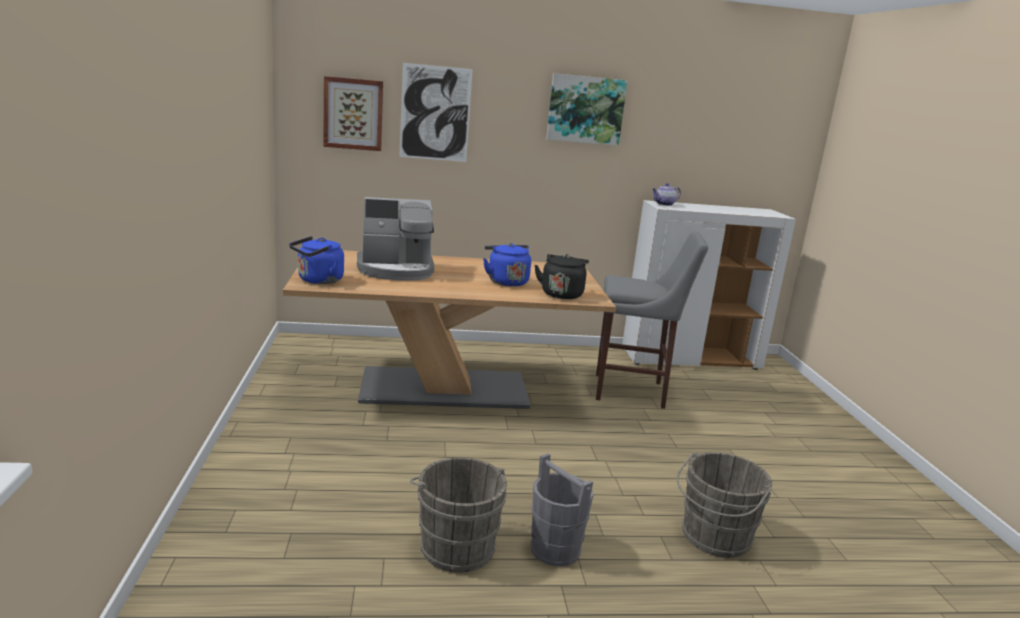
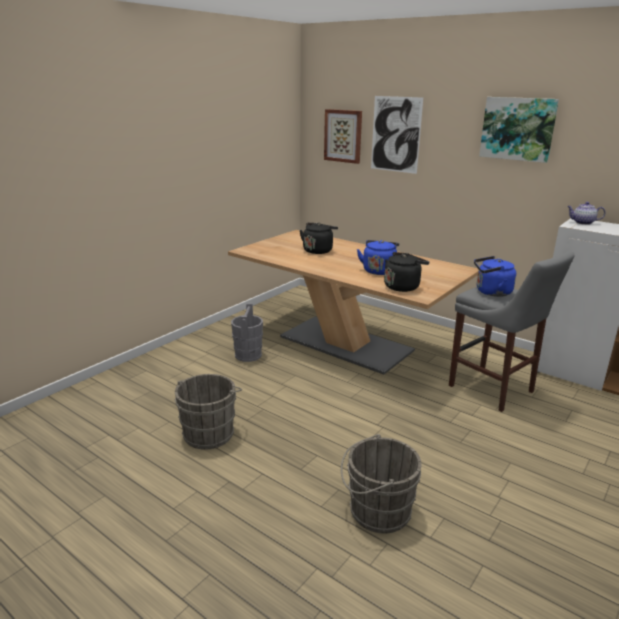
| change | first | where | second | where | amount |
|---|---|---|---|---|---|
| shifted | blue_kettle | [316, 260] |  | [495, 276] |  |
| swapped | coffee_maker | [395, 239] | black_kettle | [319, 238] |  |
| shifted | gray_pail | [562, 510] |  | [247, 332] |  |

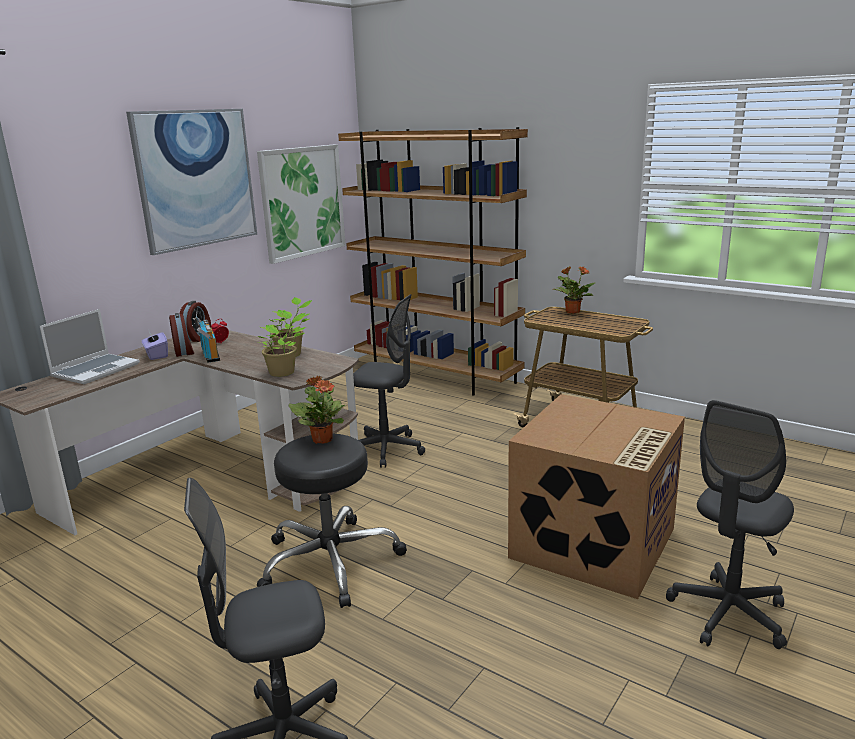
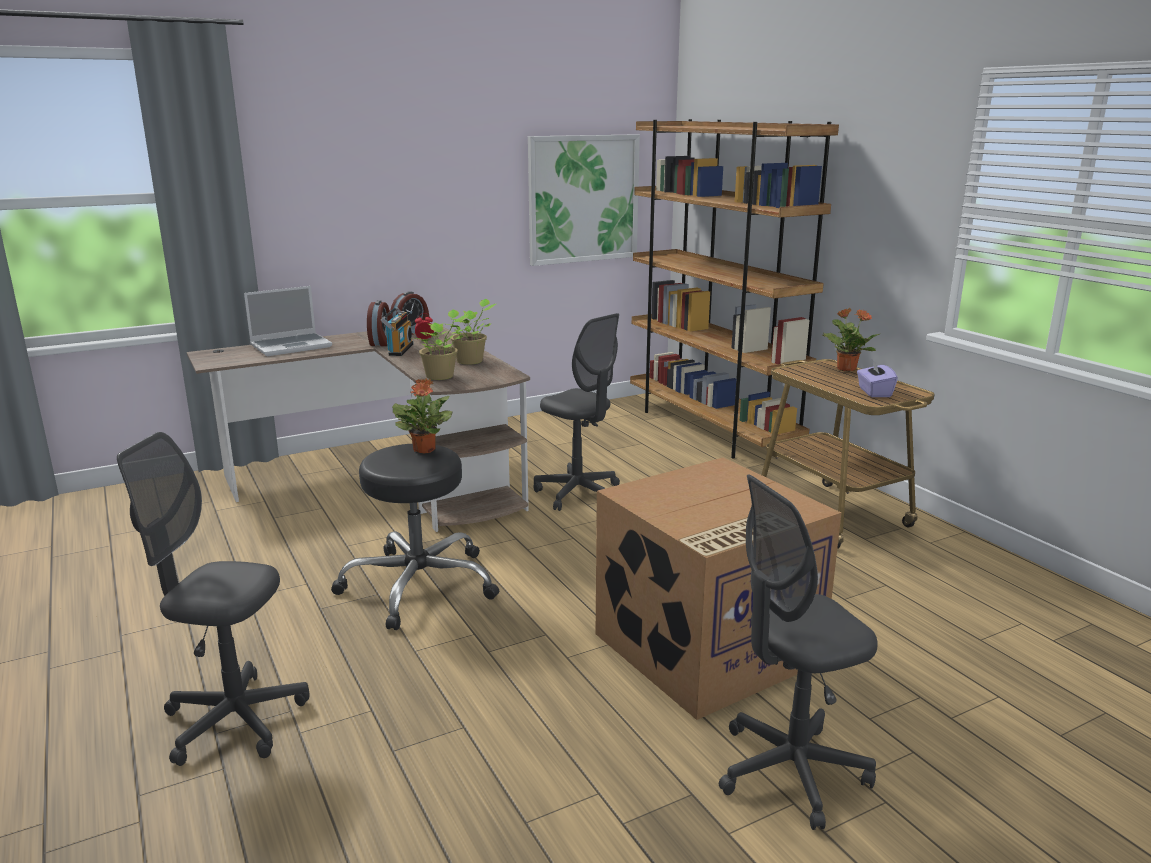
| change | first | where | second | where | amount |
|---|---|---|---|---|---|
| gone | picture | [191, 182] |  |  |  |
| shifted | purple_tissue_box | [155, 344] |  | [877, 378] |  |

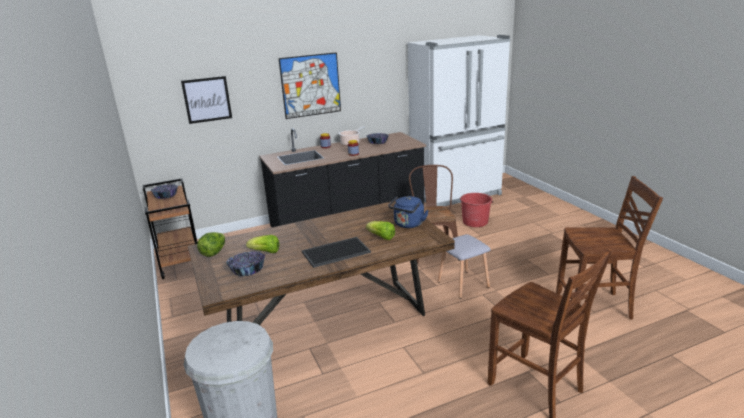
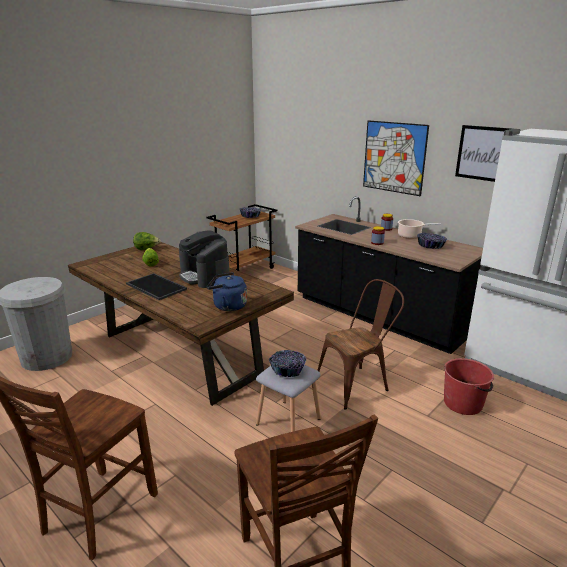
| change | first | where | second | where | amount |
|---|---|---|---|---|---|
| shifted | picture | [206, 100] |  | [483, 153] |  |
| shifted | bowl | [245, 263] |  | [288, 363] |  |
| gone | lettuce | [380, 230] |  |  |  |
| new |  |  | coffee_maker | [204, 259] |  |

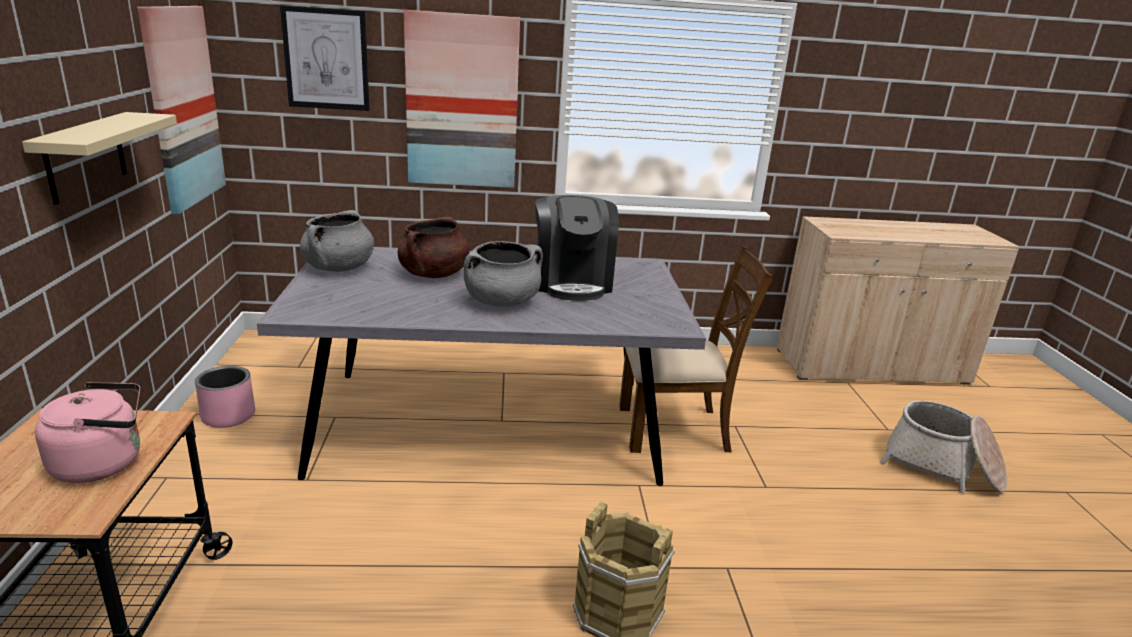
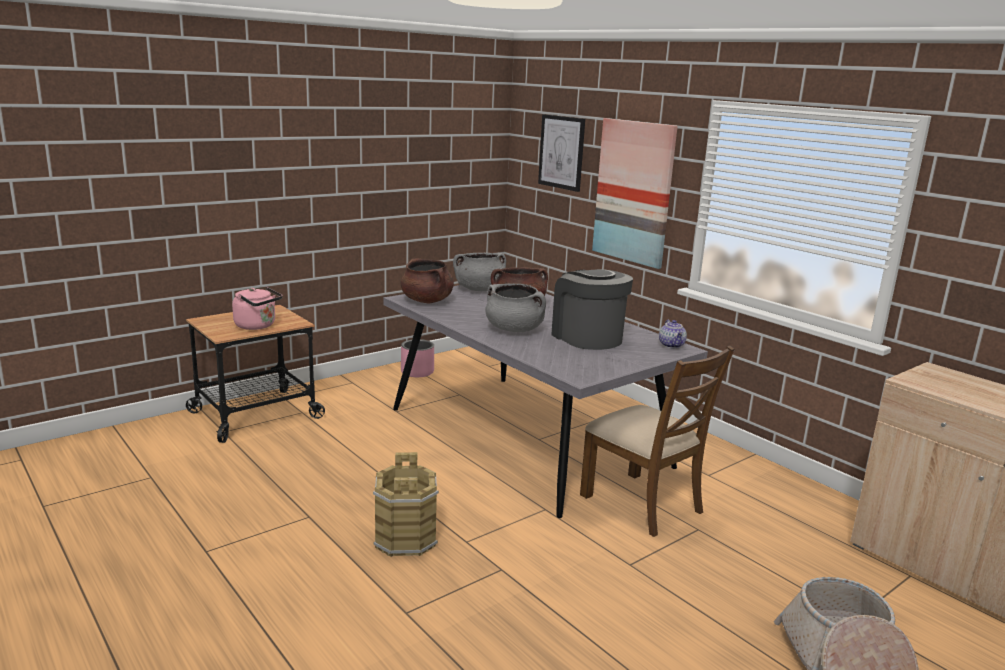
| change | first | where | second | where | amount |
|---|---|---|---|---|---|
| gone | sand-coloured_wall_shelf | [99, 158] |  |  |  |
| gone | picture | [181, 110] |  |  |  |
| rotated | coffee_maker | [577, 248] |  | [592, 309] | 105 degrees clockwise |
| new |  |  | brown-coloured_saucepot | [427, 281] |  |
| new |  |  | pot_for_tea | [673, 334] |  |

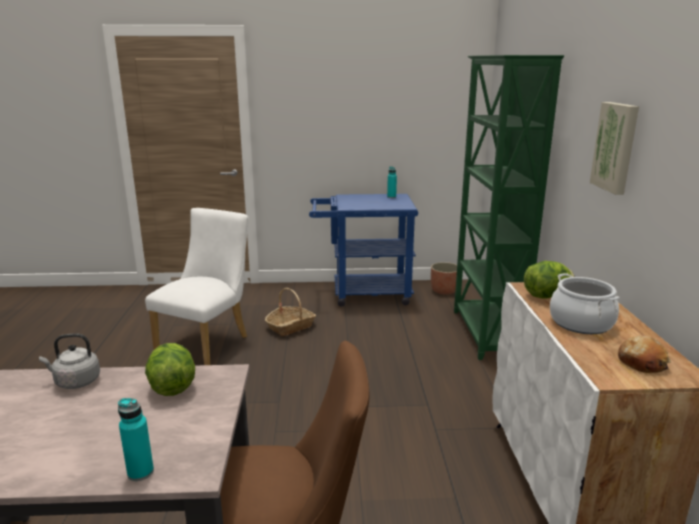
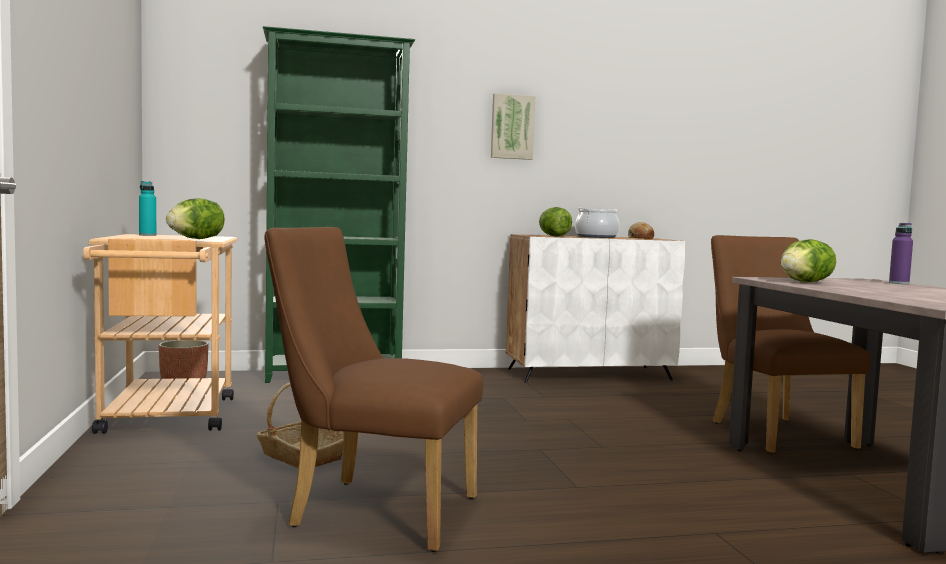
| change | first | where | second | where | amount |
|---|---|---|---|---|---|
| gone | gray_kettle | [69, 361] |  |  |  |
| repainted | turquoise_bottle | [136, 439] | purple_bottle | [901, 253] |  |
| repainted | whitish_plain_chair | [196, 286] | brown-coloured_plain_chair | [373, 389] |  |
| repainted | blue_cart | [363, 250] | sand-coloured_cart | [160, 334] |  |
| new |  |  | lettuce | [195, 218] |  |

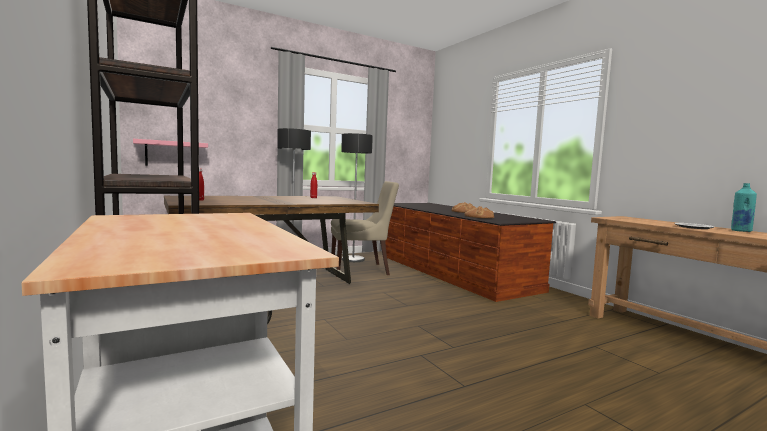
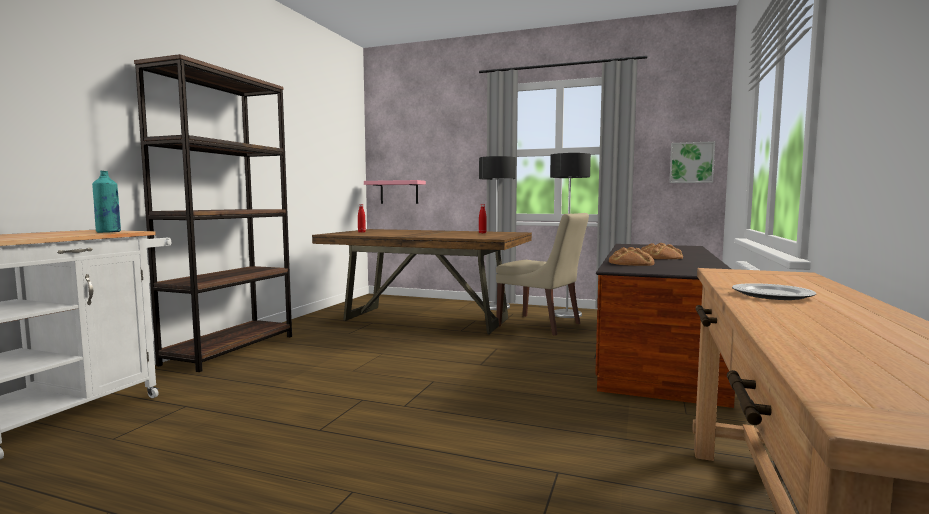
| change | first | where | second | where | amount |
|---|---|---|---|---|---|
| shifted | turquoise_bottle | [744, 207] |  | [106, 202] |  |
| new |  |  | picture | [692, 162] |  |

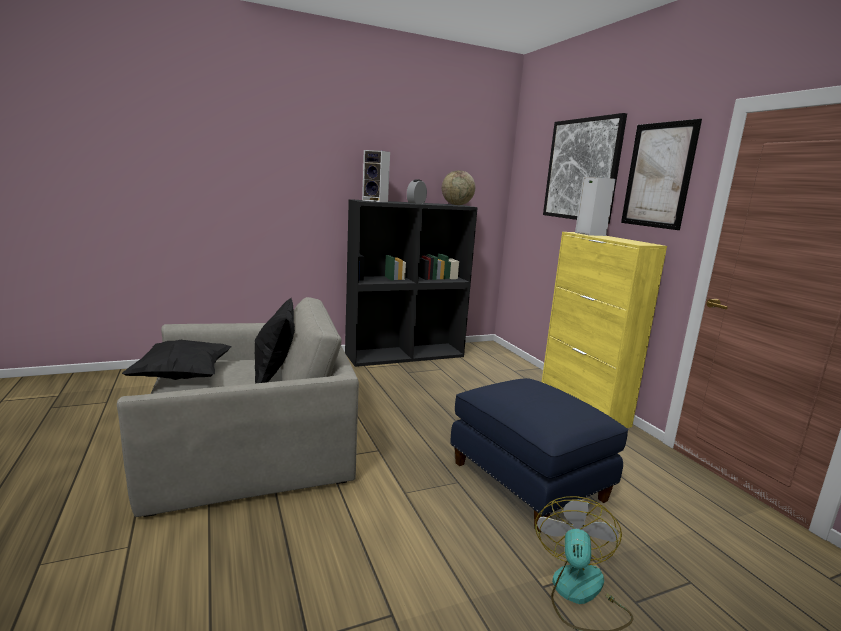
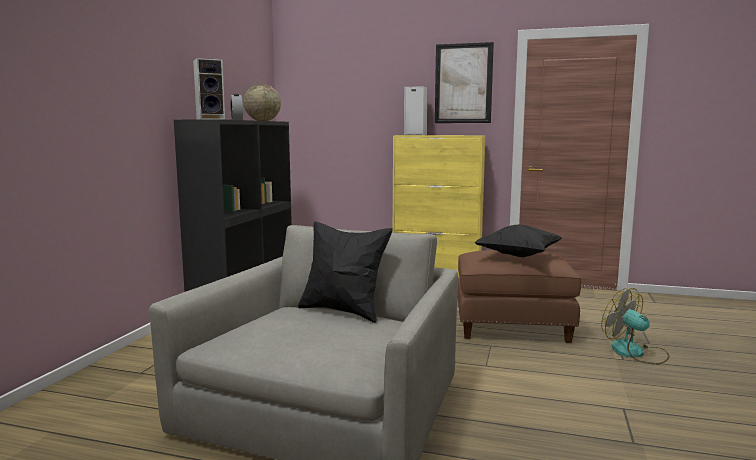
| change | first | where | second | where | amount |
|---|---|---|---|---|---|
| shifted | black_cushion | [177, 360] |  | [518, 240] |  |
| repainted | blue_pouffe | [539, 455] | brown-coloured_pouffe | [519, 296] |  |
| gone | picture | [585, 168] |  |  |  |

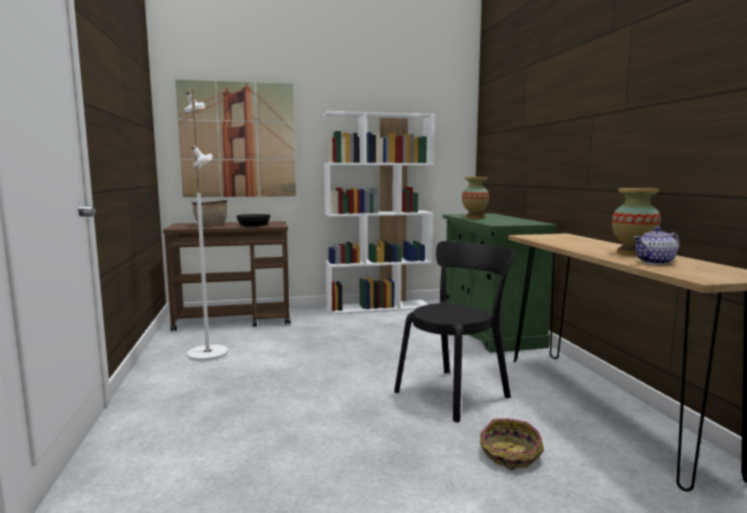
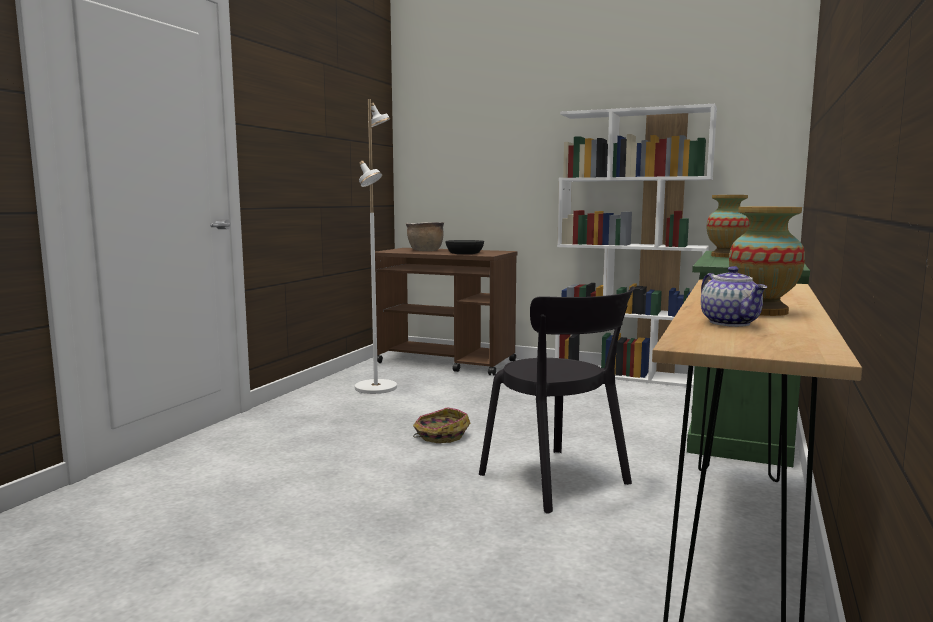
| change | first | where | second | where | amount |
|---|---|---|---|---|---|
| gone | picture | [235, 138] |  |  |  |
| rotated | black_plain_chair | [454, 332] |  | [557, 400] | 60 degrees clockwise |
| shifted | household_basket | [512, 444] |  | [441, 425] |  |
| rotated | pot_for_tea | [656, 246] |  | [734, 296] | 120 degrees counterclockwise |

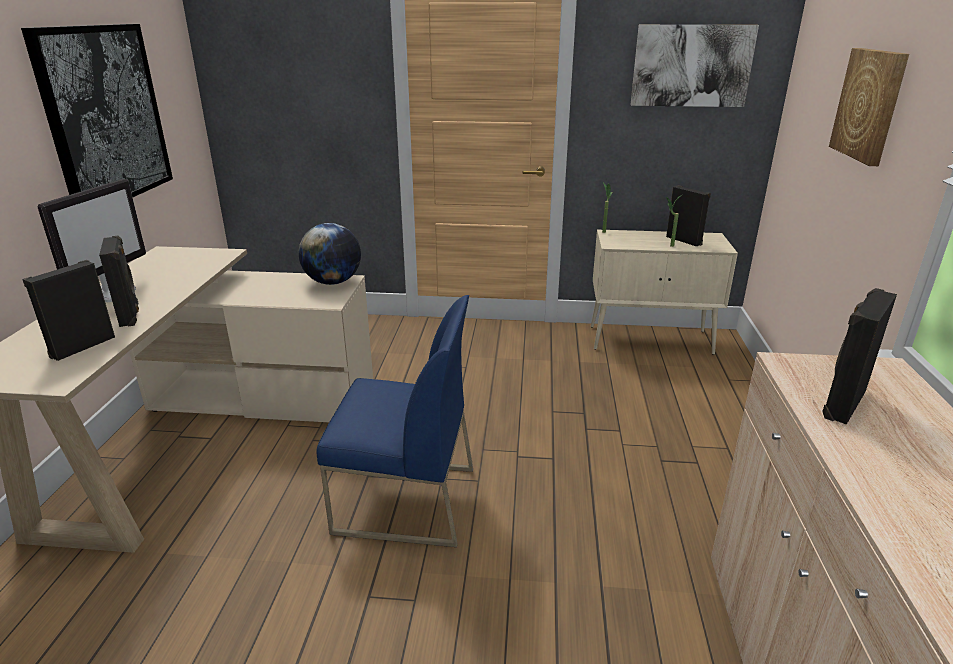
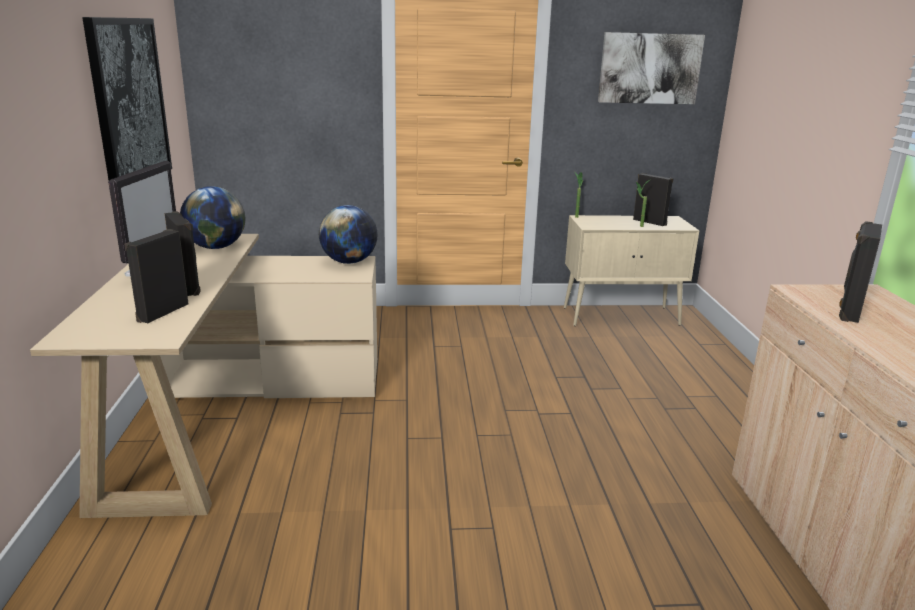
| change | first | where | second | where | amount |
|---|---|---|---|---|---|
| gone | blue_plain_chair | [394, 421] |  |  |  |
| gone | picture | [869, 107] |  |  |  |
| new |  |  | world_globe | [212, 217] |  |

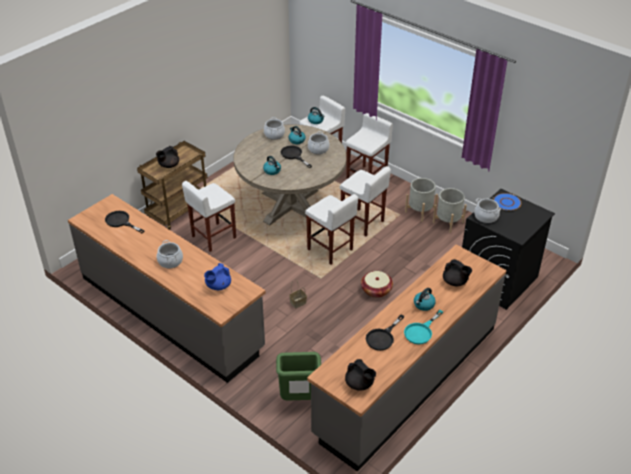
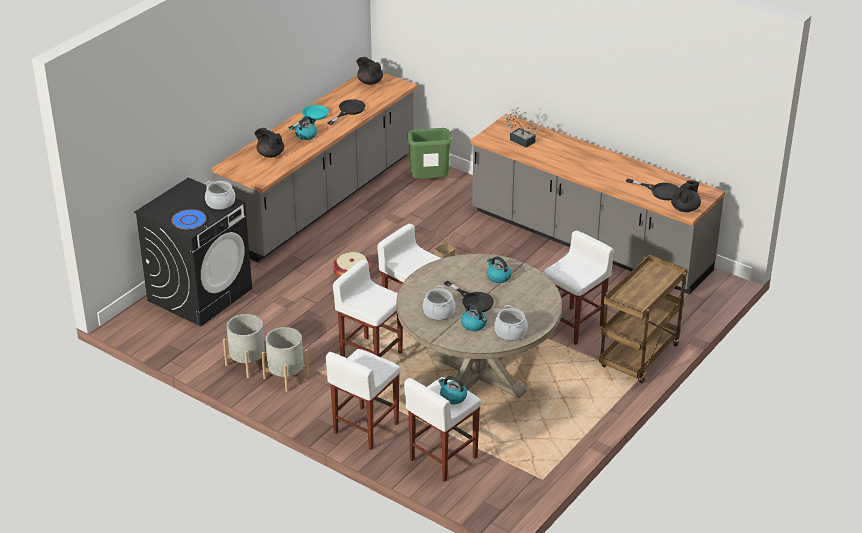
| change | first | where | second | where | amount |
|---|---|---|---|---|---|
| shifted | black_pot_for_tea | [167, 157] |  | [686, 196] |  |
| gone | saucepot | [170, 254] |  |  |  |
| swapped | blue_pot_for_tea | [217, 276] | houseplant | [522, 127] |  |

